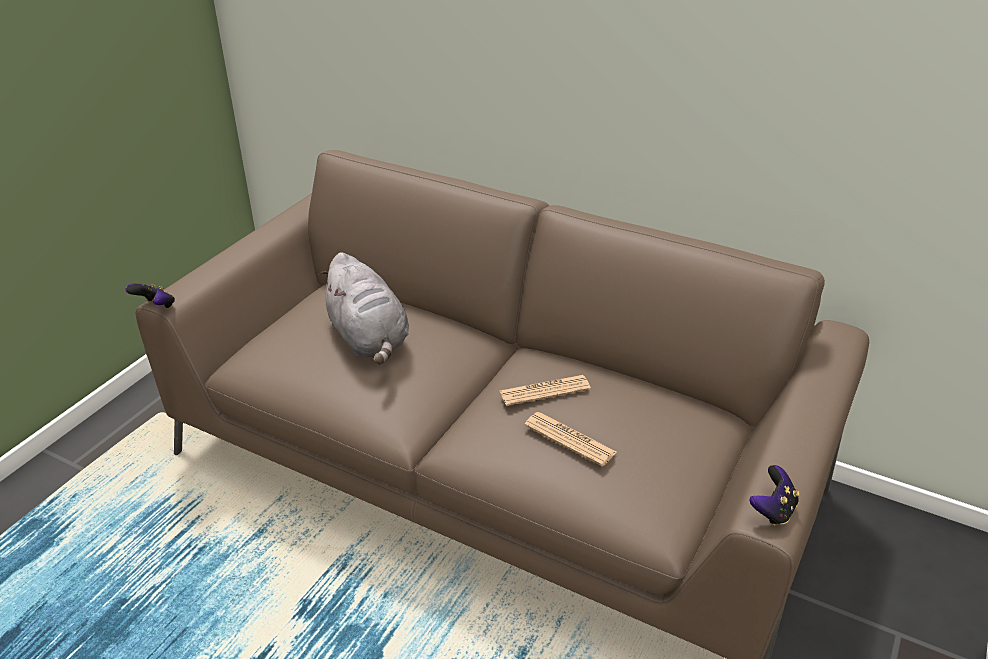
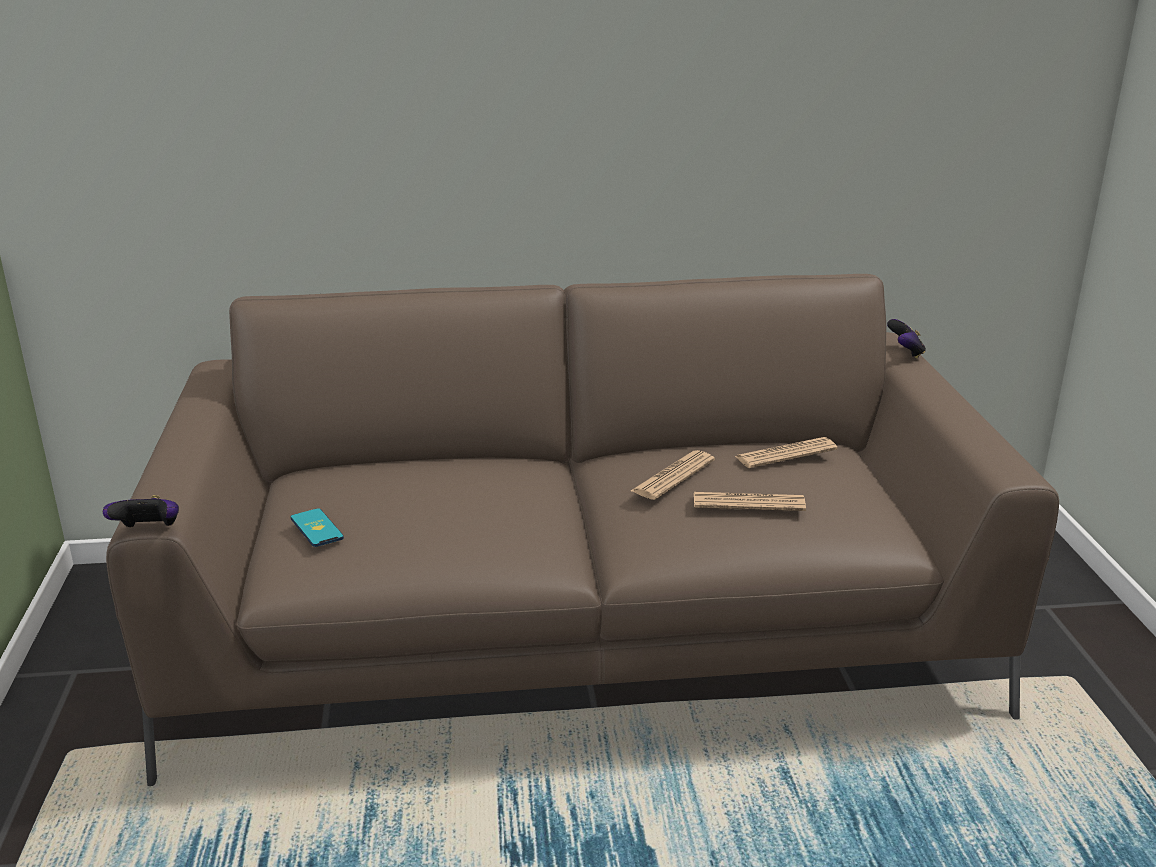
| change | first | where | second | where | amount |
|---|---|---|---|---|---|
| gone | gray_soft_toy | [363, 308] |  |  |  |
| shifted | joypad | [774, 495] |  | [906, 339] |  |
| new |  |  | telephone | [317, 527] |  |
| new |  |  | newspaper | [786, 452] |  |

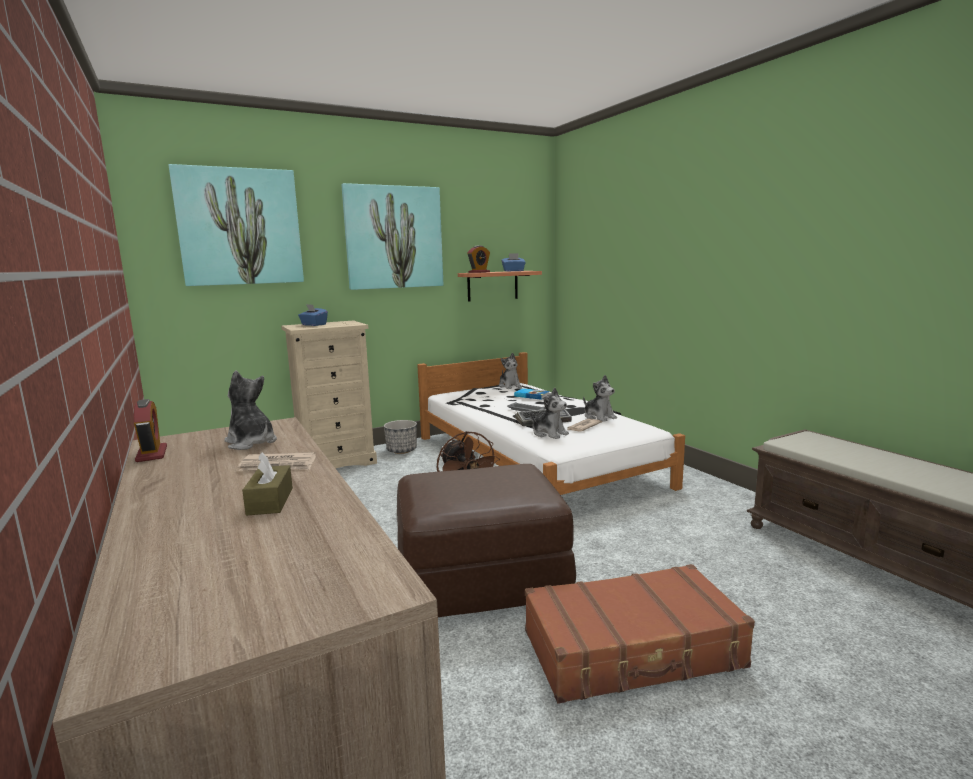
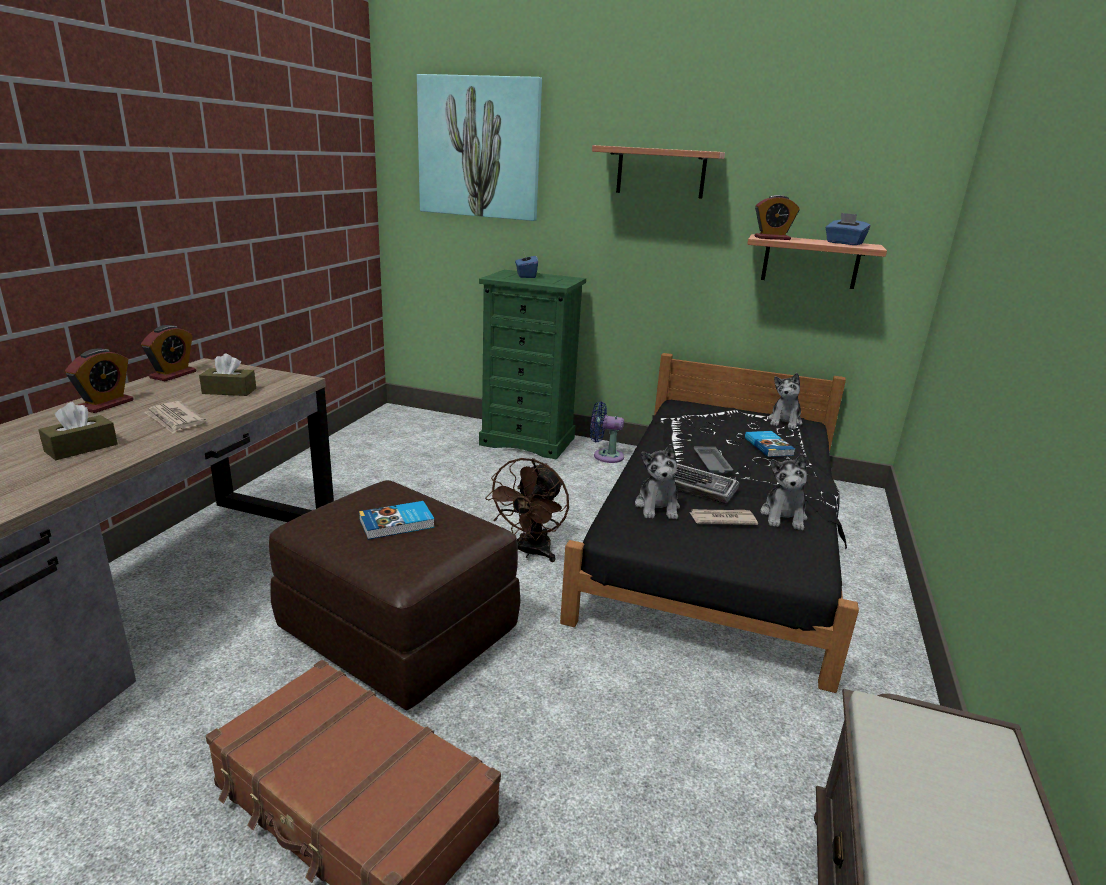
| change | first | where | second | where | amount |
|---|---|---|---|---|---|
| swapped | soft_toy | [250, 410] | brown-coloured_tissue_box | [227, 375] |  |
| repainted | sand-coloured_dresser | [329, 394] | green-coloured_dresser | [532, 365] |  |
| swapped | picture | [392, 236] | wall_shelf | [658, 172] |  |
| swapped | plant_pot | [400, 437] | blue_fan | [607, 432] |  |
| repainted | whitish_bedroom_bed | [551, 423] | black_bedroom_bed | [709, 523] |  |
| new |  |  | alarm_clock | [99, 380] |  |
| new |  |  | book | [397, 520] |  |

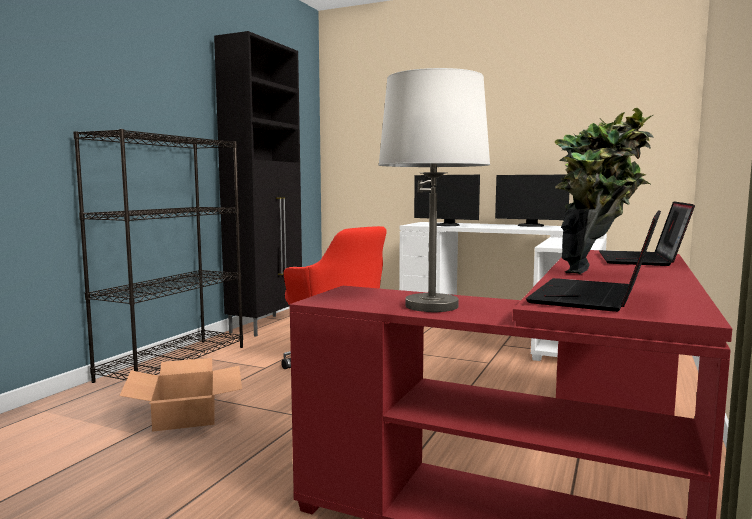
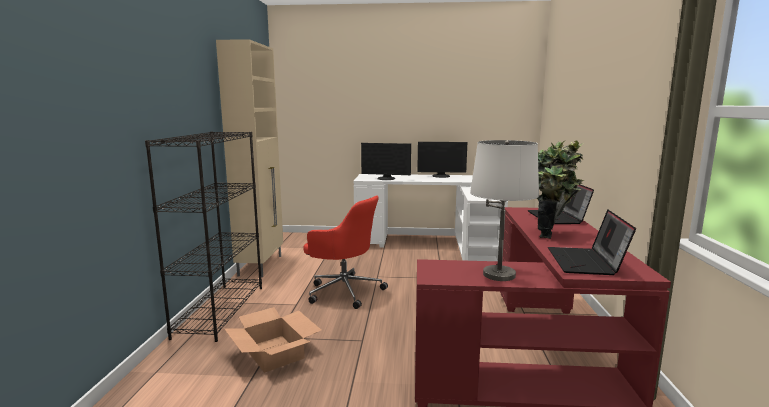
| change | first | where | second | where | amount |
|---|---|---|---|---|---|
| repainted | black_storage_cabinet | [258, 184] | sand-coloured_storage_cabinet | [249, 158] |  |

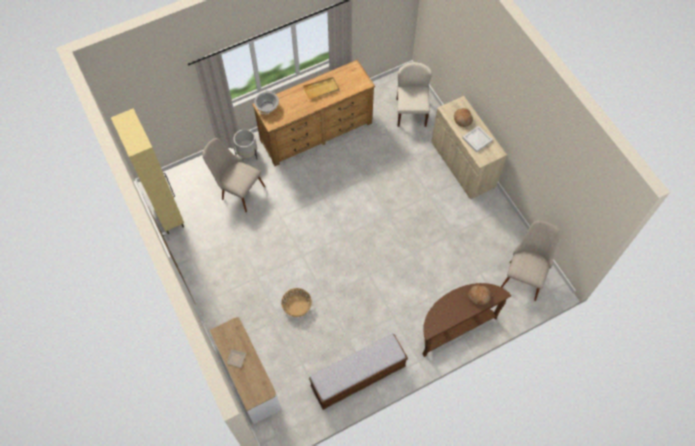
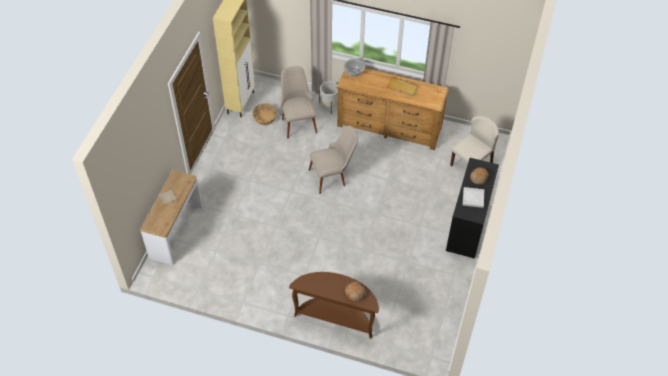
| change | first | where | second | where | amount |
|---|---|---|---|---|---|
| shifted | household_basket | [296, 302] |  | [264, 114] |  |
| gone | indoor_bench | [358, 372] |  |  |  |
| repainted | sand-coloured_storage_cabinet | [469, 147] | black_storage_cabinet | [472, 208] |  |
| shifted | sand-coloured_plain_chair | [530, 261] |  | [333, 159] |  |

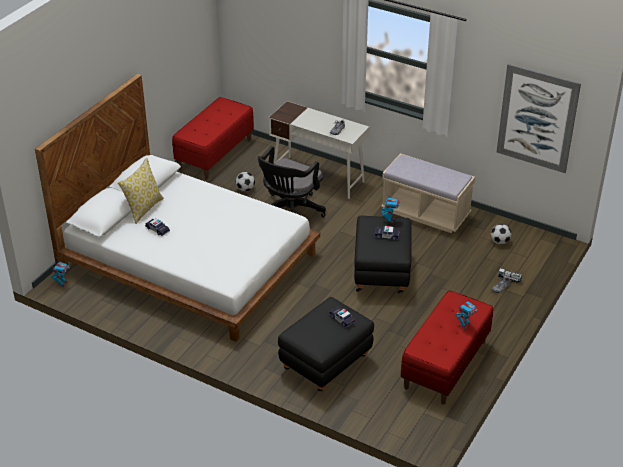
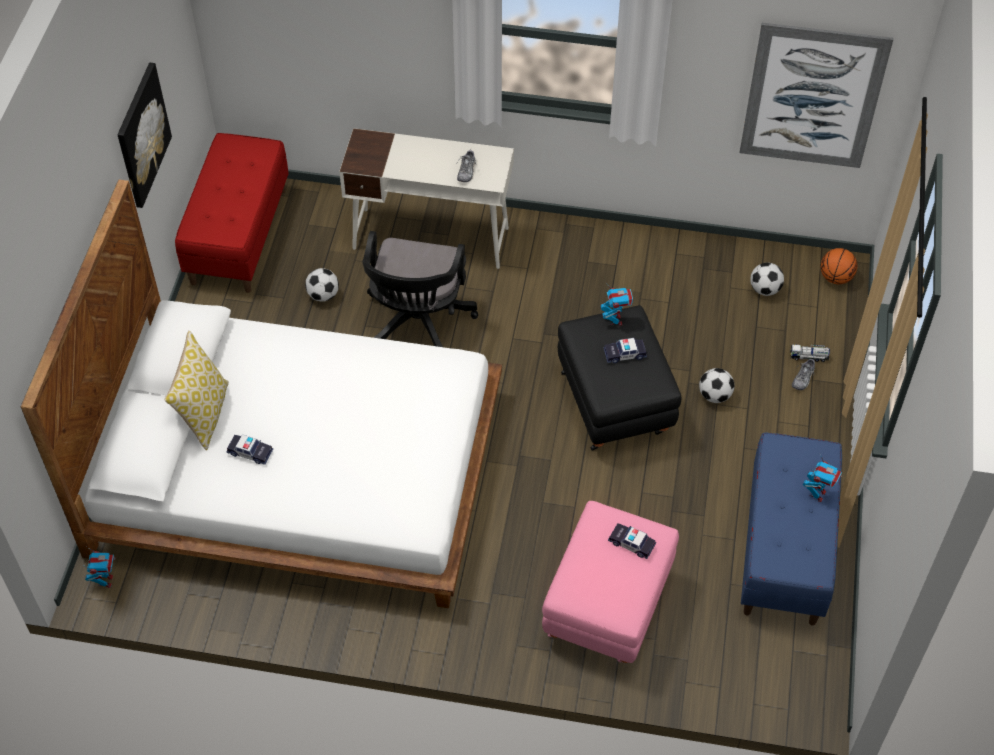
| change | first | where | second | where | amount |
|---|---|---|---|---|---|
| repainted | black_pouffe | [326, 344] | pinkish_pouffe | [610, 582] |  |
| gone | sand-coloured_indoor_bench | [428, 193] |  |  |  |
| repainted | red_indoor_bench | [447, 347] | blue_indoor_bench | [791, 529] |  |
| new |  |  | picture | [144, 135] |  |
| new |  |  | ball_for_football | [717, 385] |  |
| new |  |  | ball_for_basketball | [839, 266] |  |

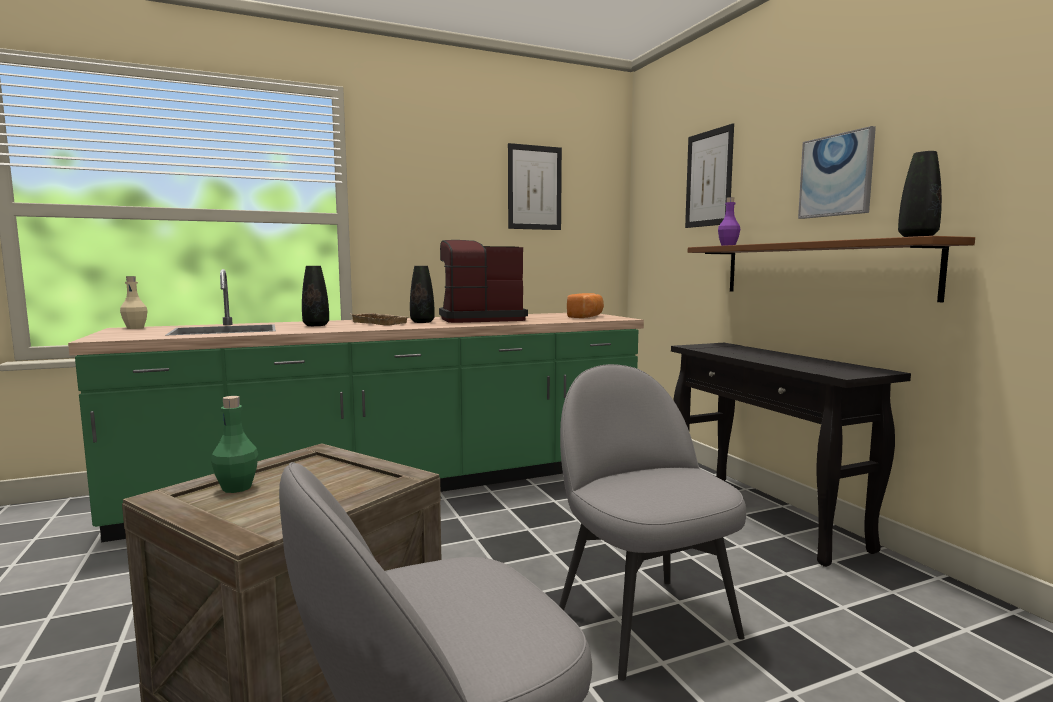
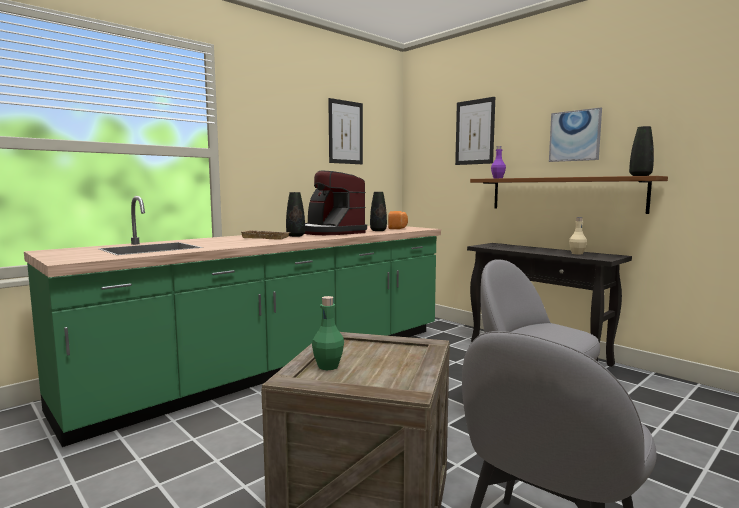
| change | first | where | second | where | amount |
|---|---|---|---|---|---|
| shifted | sand-coloured_bottle | [134, 302] |  | [578, 235] |  |
| shifted | black_flower_vase | [315, 296] |  | [378, 211] |  |
| rotated | coffee_maker | [483, 281] |  | [336, 203] | 90 degrees counterclockwise |

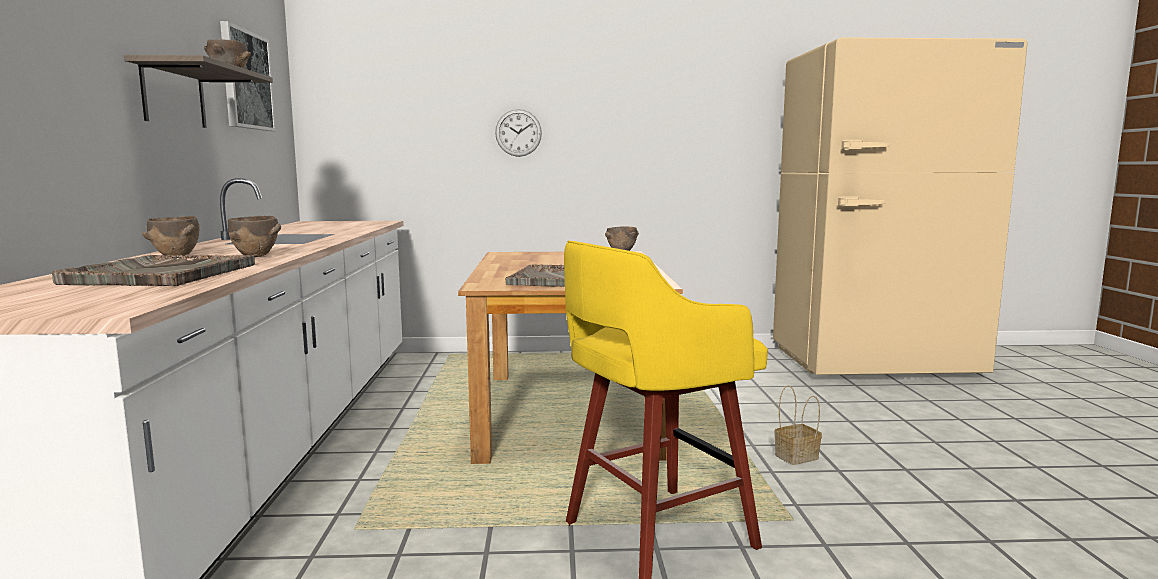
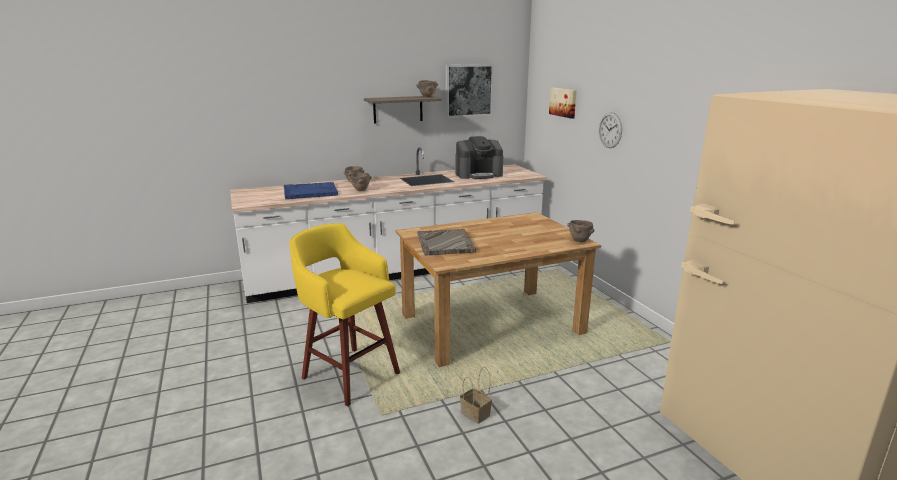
| change | first | where | second | where | amount |
|---|---|---|---|---|---|
| repainted | gray_serving_tray | [153, 270] | blue_serving_tray | [311, 190] |  |
| new |  |  | coffee_maker | [479, 157] |  |
| new |  |  | picture | [563, 103] |  |

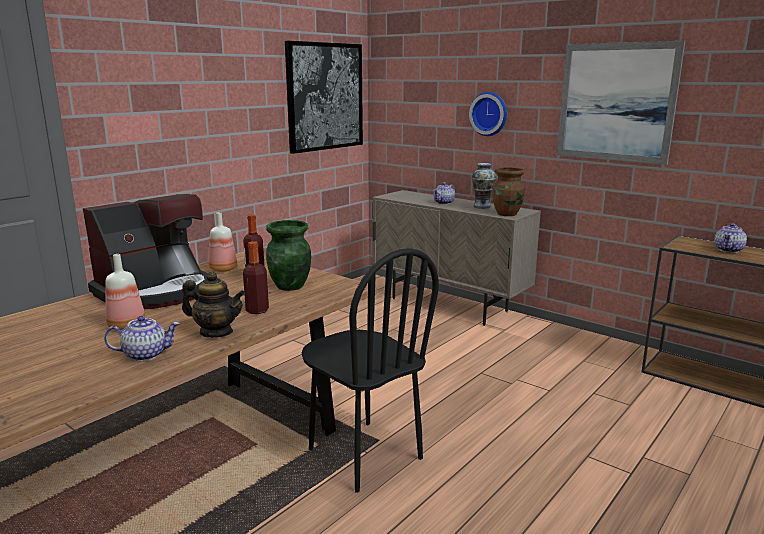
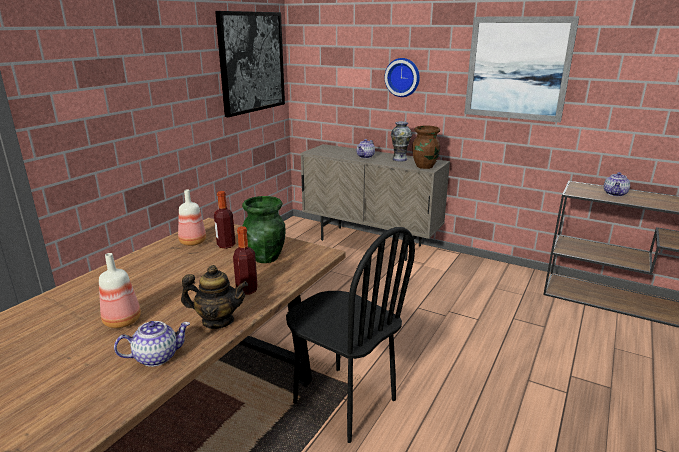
| change | first | where | second | where | amount |
|---|---|---|---|---|---|
| gone | coffee_maker | [145, 252] |  |  |  |

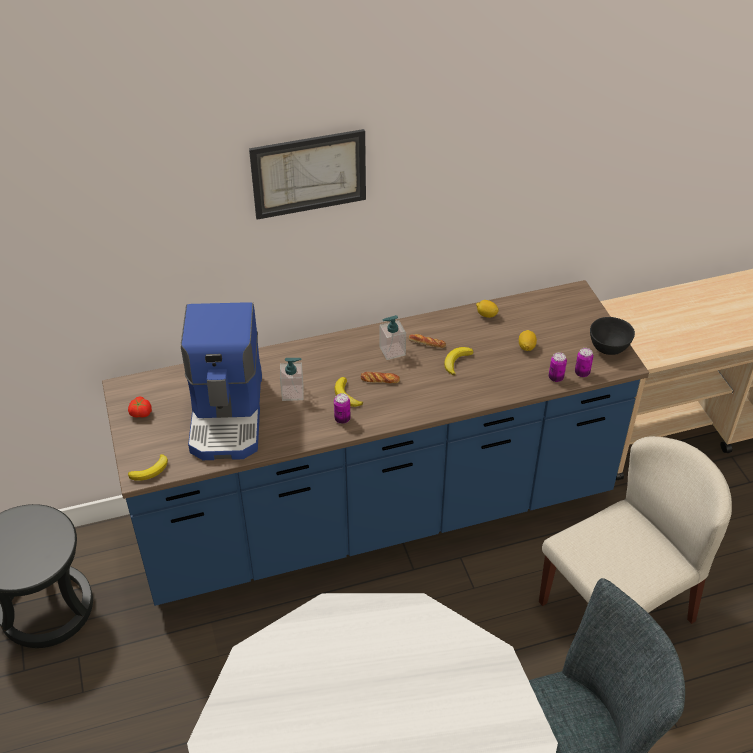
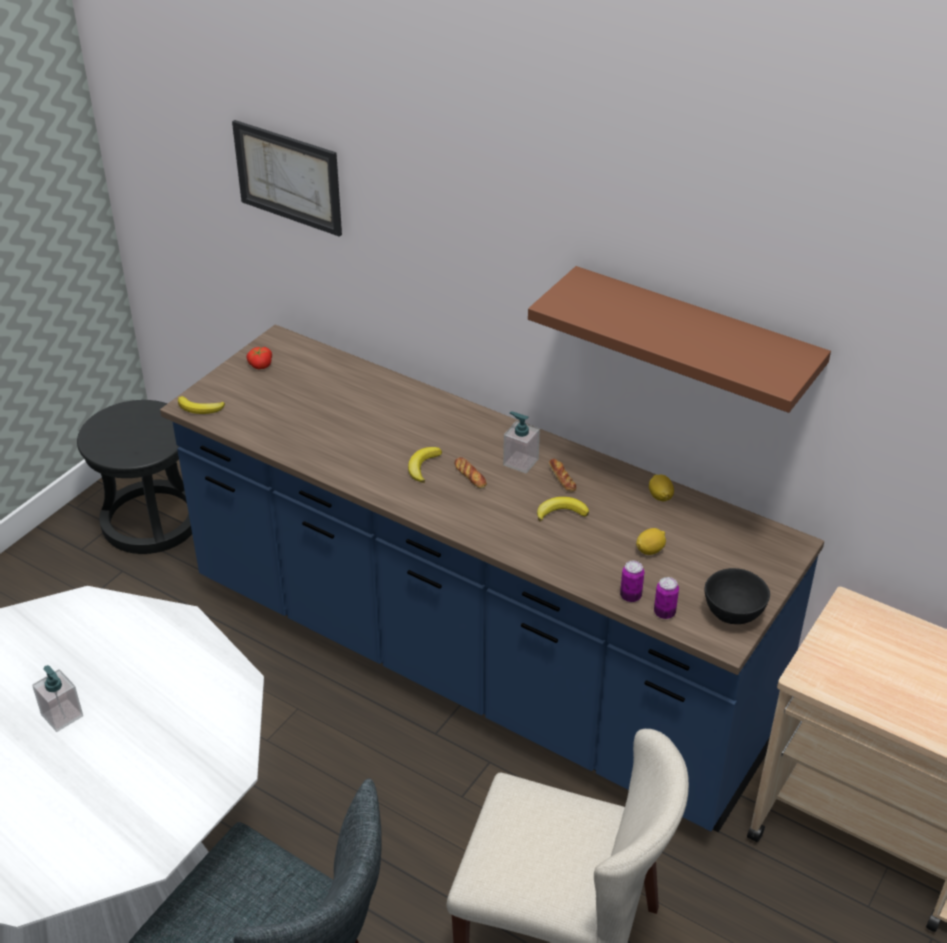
| change | first | where | second | where | amount |
|---|---|---|---|---|---|
| gone | coffee_maker | [221, 381] |  |  |  |
| shifted | picture | [307, 174] |  | [287, 178] |  |
| shifted | soap_bottle | [292, 379] |  | [57, 698] |  |
| gone | can | [342, 408] |  |  |  |
| new |  |  | brown-coloured_wall_shelf | [679, 339] |  |

